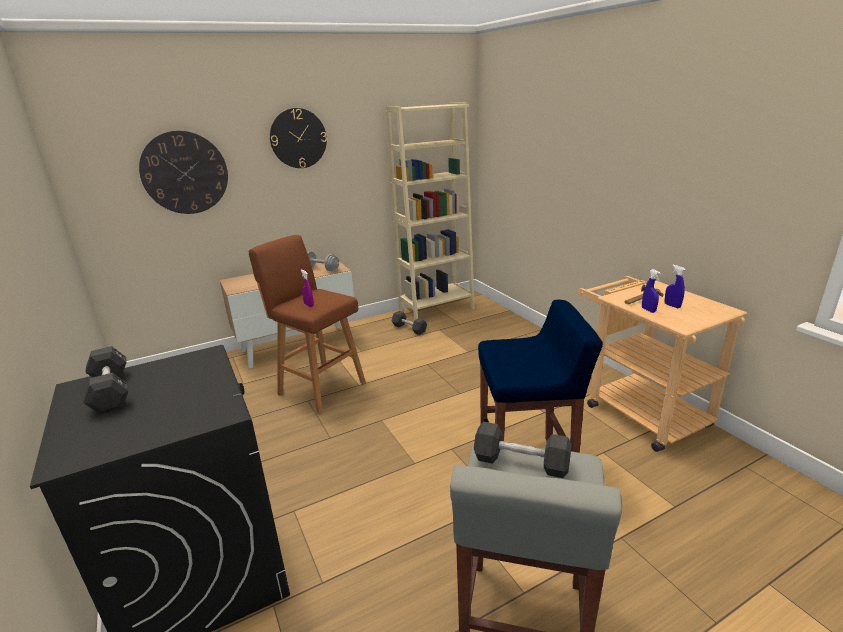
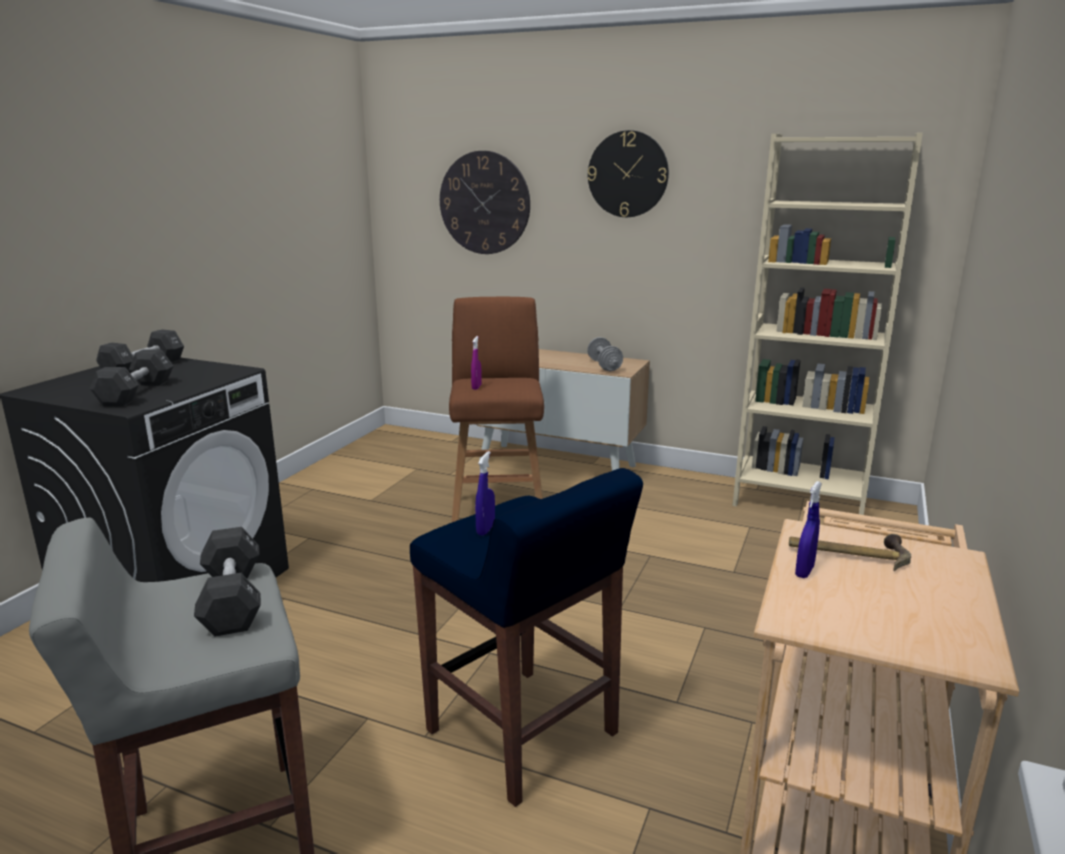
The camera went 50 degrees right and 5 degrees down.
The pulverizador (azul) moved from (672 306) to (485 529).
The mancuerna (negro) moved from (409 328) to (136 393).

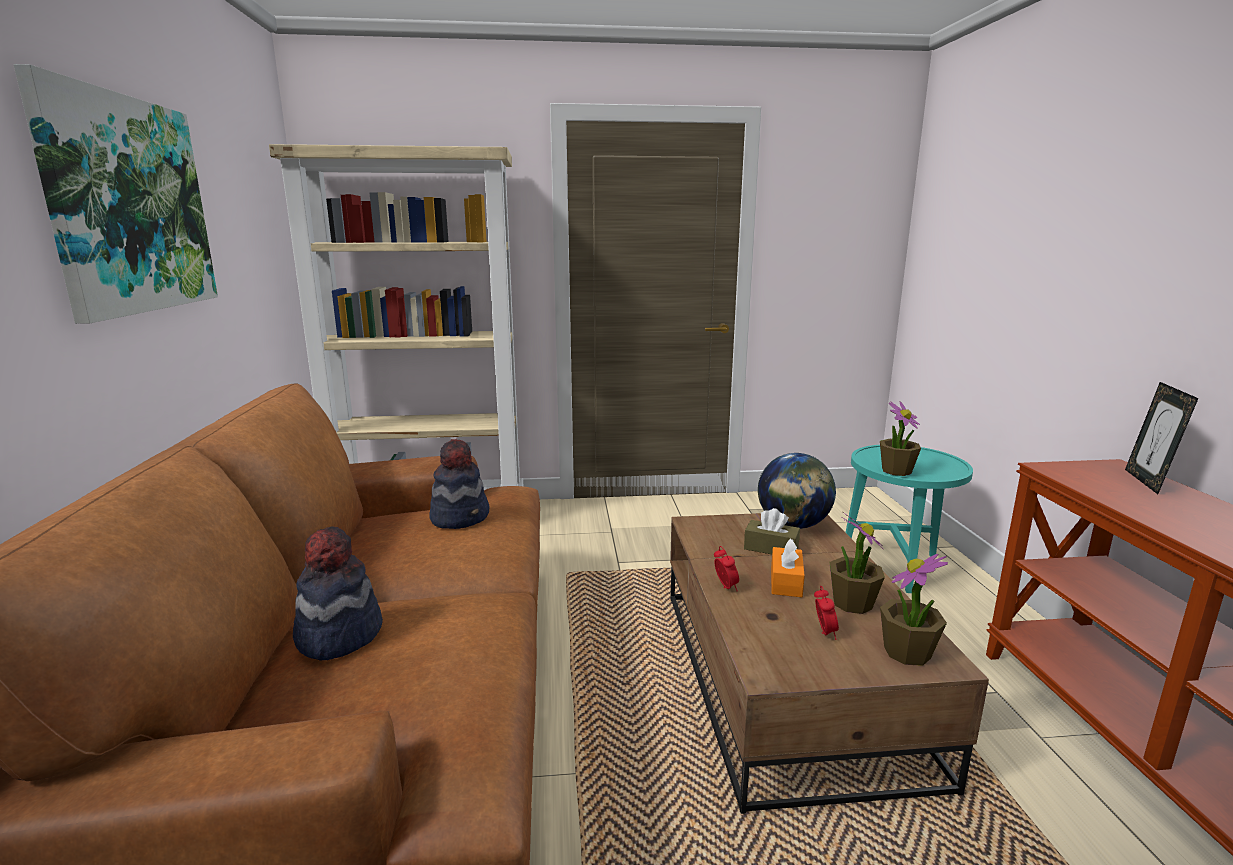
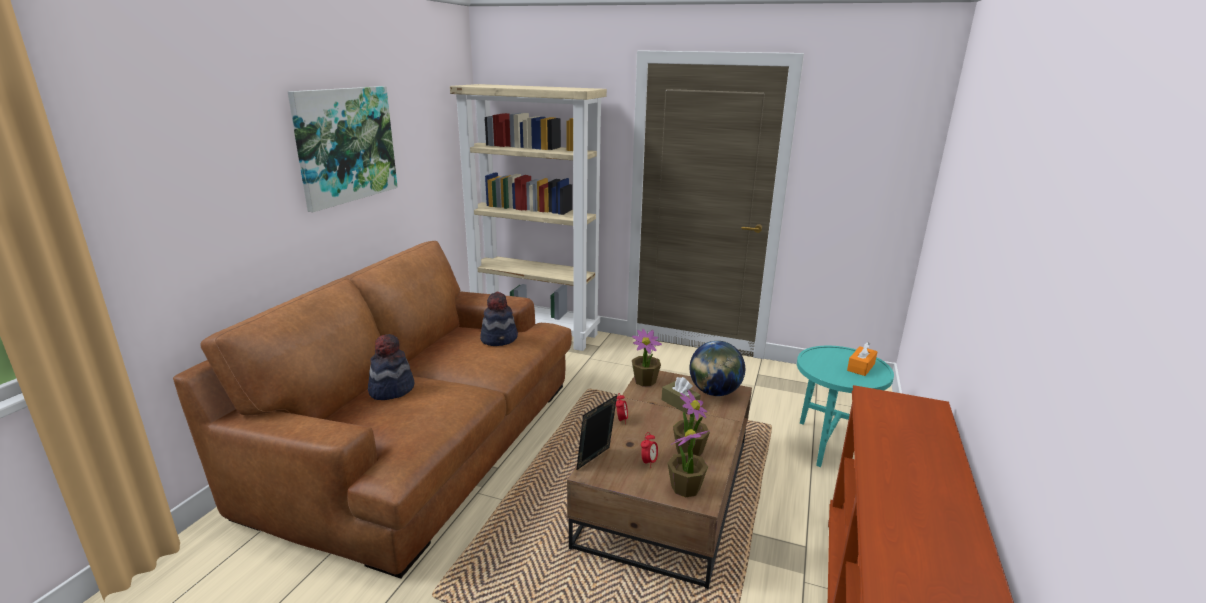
The camera went 25 degrees right and 5 degrees up.
The portarretratos moved from (1147 482) to (596 460).
The planta en maceta moved from (896 471) to (645 381).
The caja de pañuelos (naranja) moved from (786 582) to (861 367).

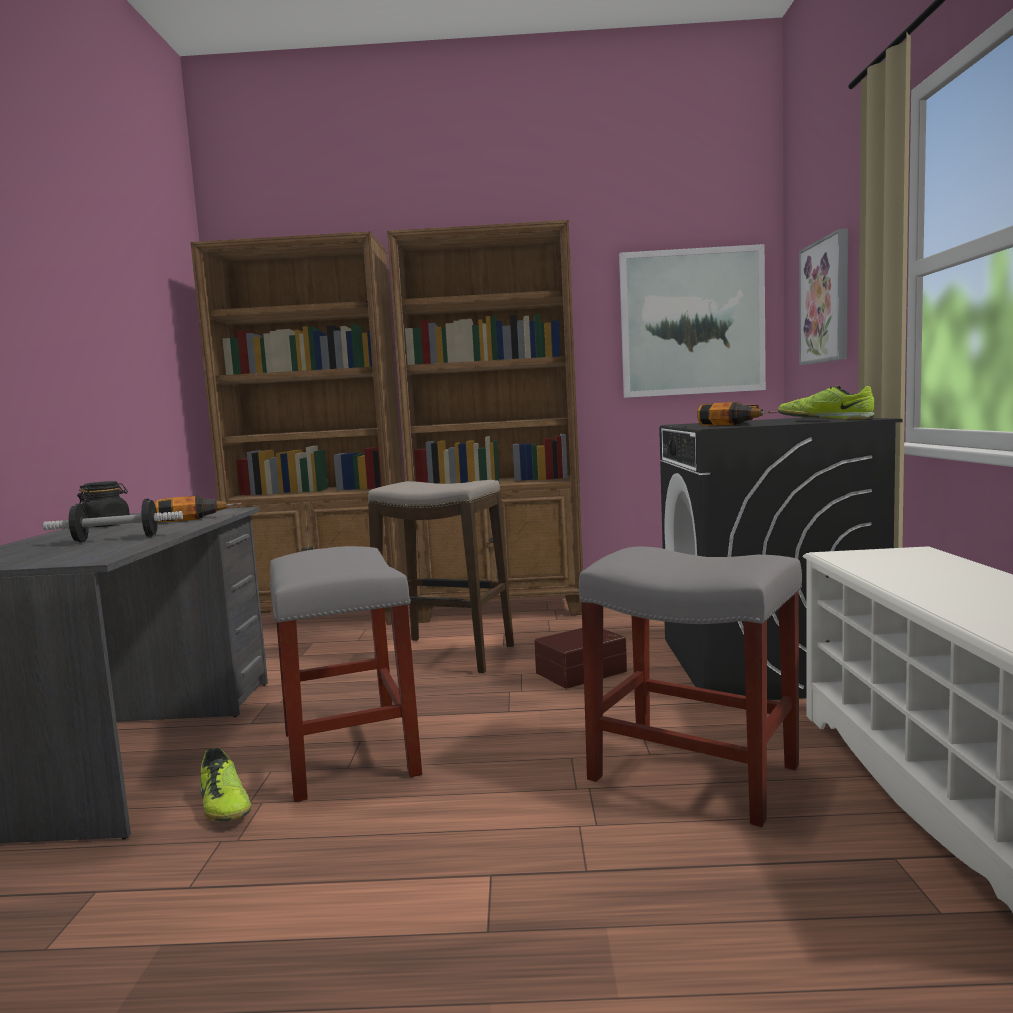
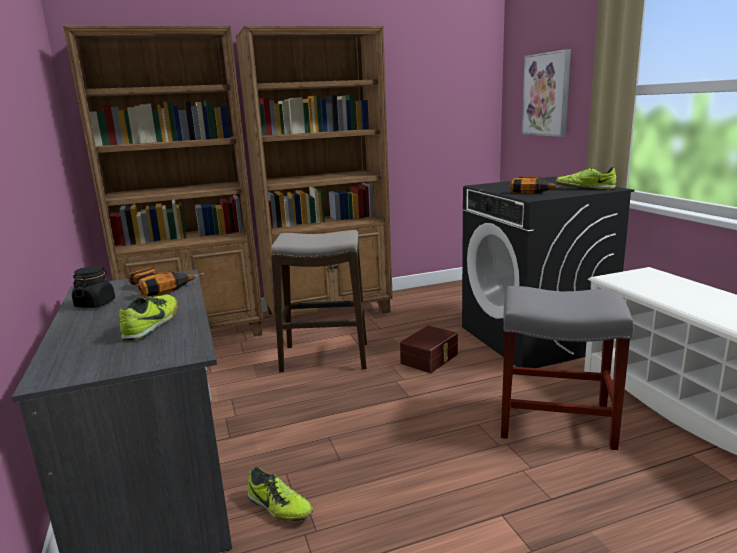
The camera went 20 degrees left and 10 degrees up.
The cuadro at (691 322) disappeared.
The mancuerna at (116 539) was replaced by the zapato at (152 324).
The taburete (gris) at (350 754) disappeared.

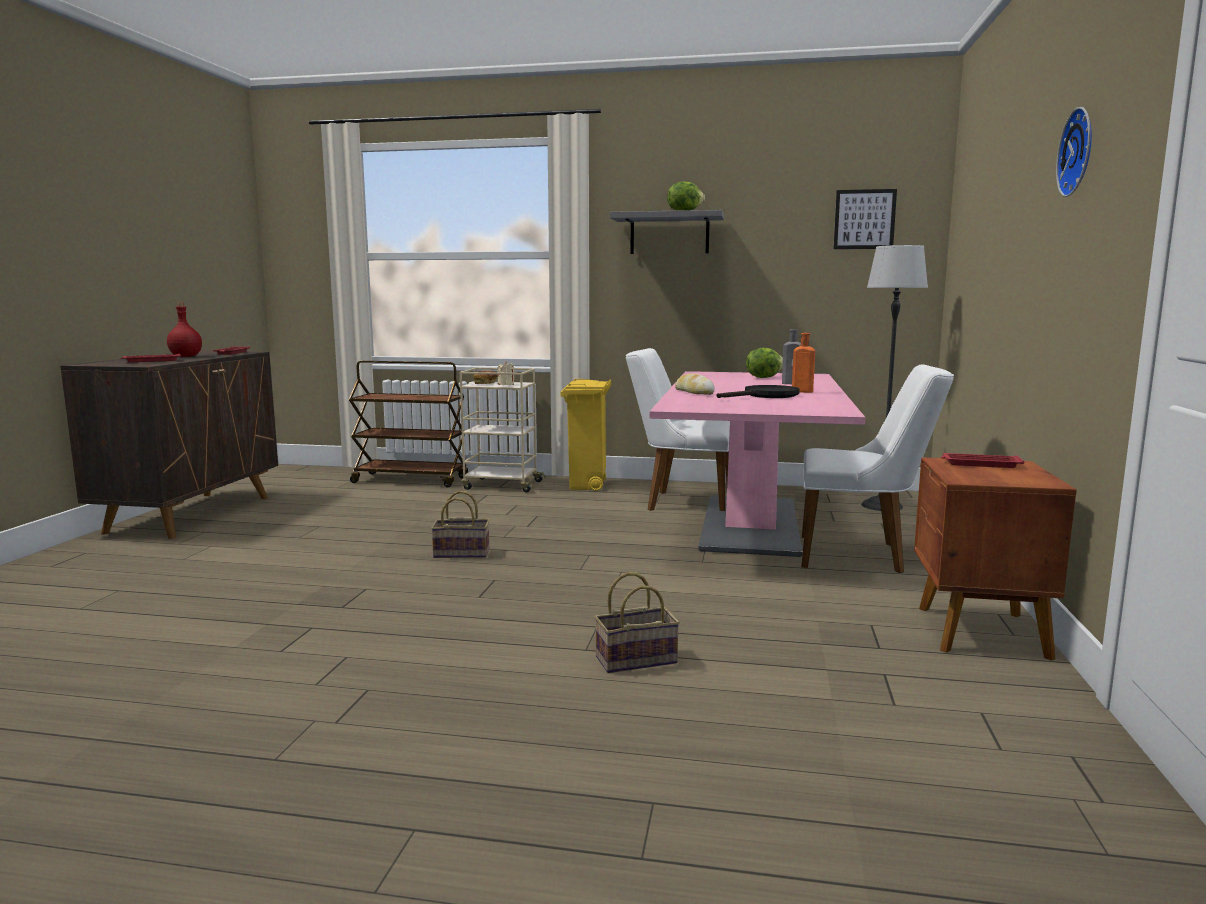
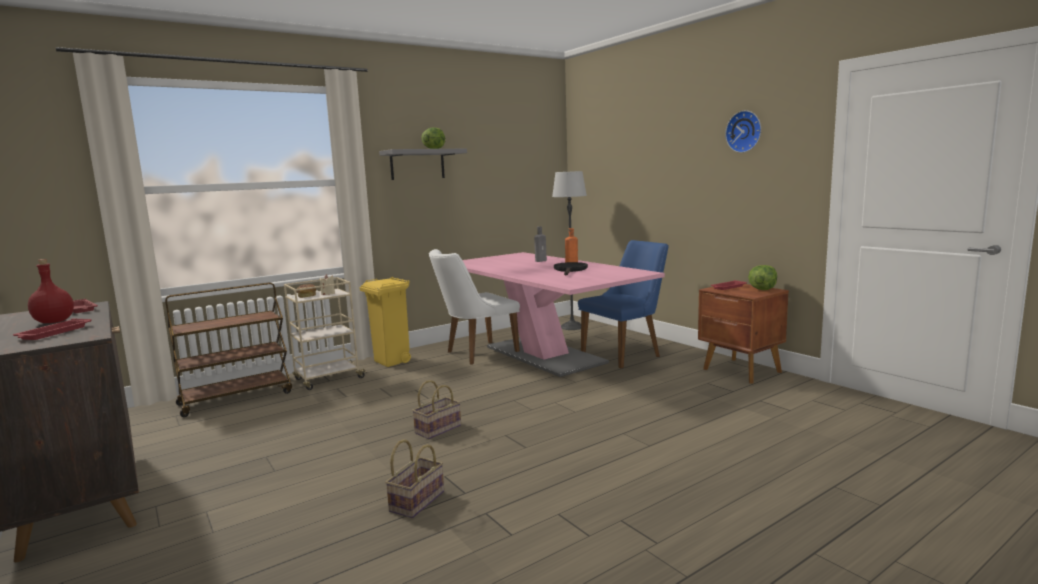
The camera went 45 degrees left and 0 degrees up.
The cuadro at (864 219) disappeared.
The lechuga moved from (763 377) to (762 289).
The silla (blanco) at (862 555) became the silla (azul) at (627 354).
The pan at (694 392) disappeared.
The cesta moved from (637 659) to (417 500).

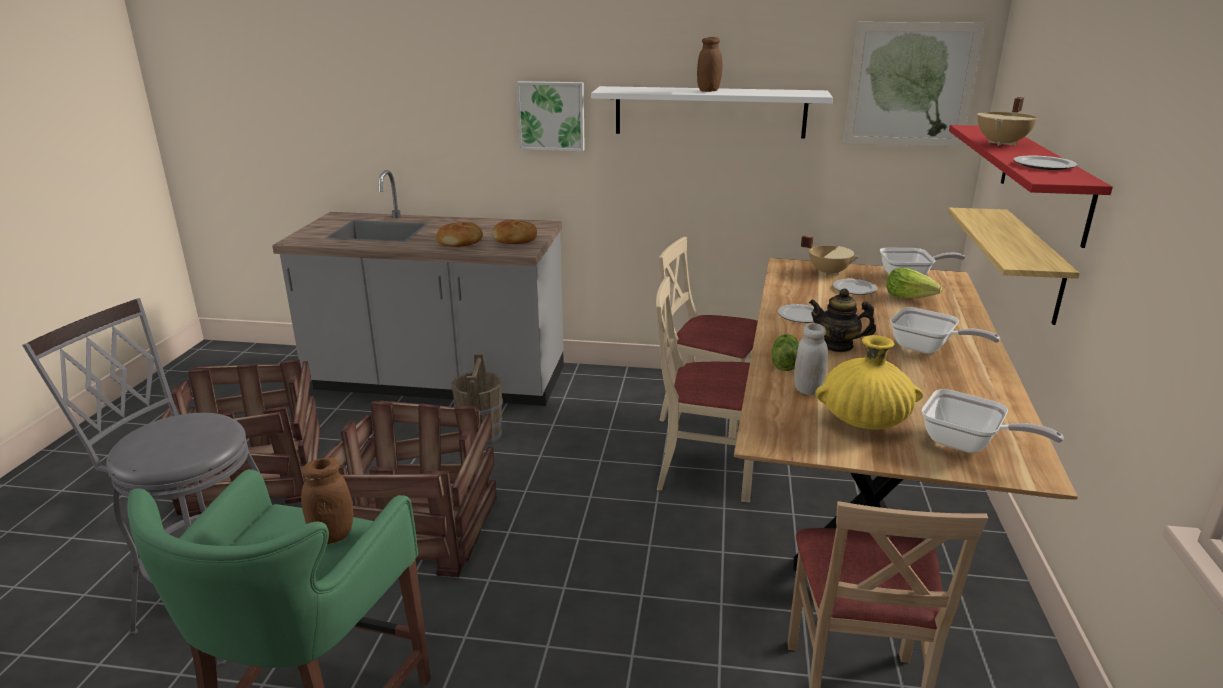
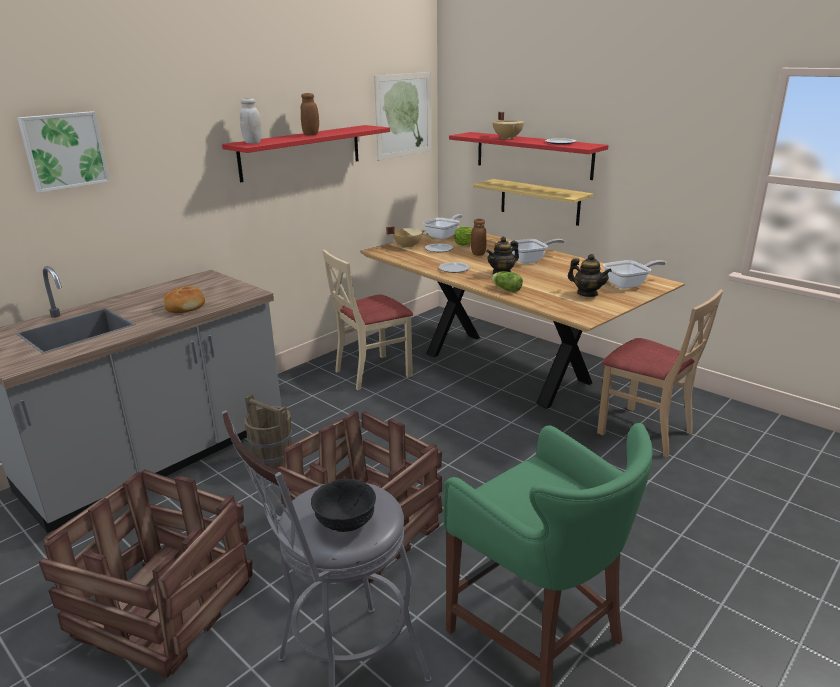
The camera went 55 degrees left and 0 degrees up.
The cuadro moved from (551 115) to (64 150).
The estante (blanco) at (710 112) became the estante (rojo) at (301 152).
The pan at (515 240) disappeared.
The silla (beis) at (705 472) disappeared.
The tarro (blanco) moved from (808 389) to (252 142).
The florero (amarillo) at (864 420) was replaced by the tetera at (587 294).
The tarro (marrón) moved from (332 535) to (478 254).
The cuenco (negro) at (344 521) appeared.

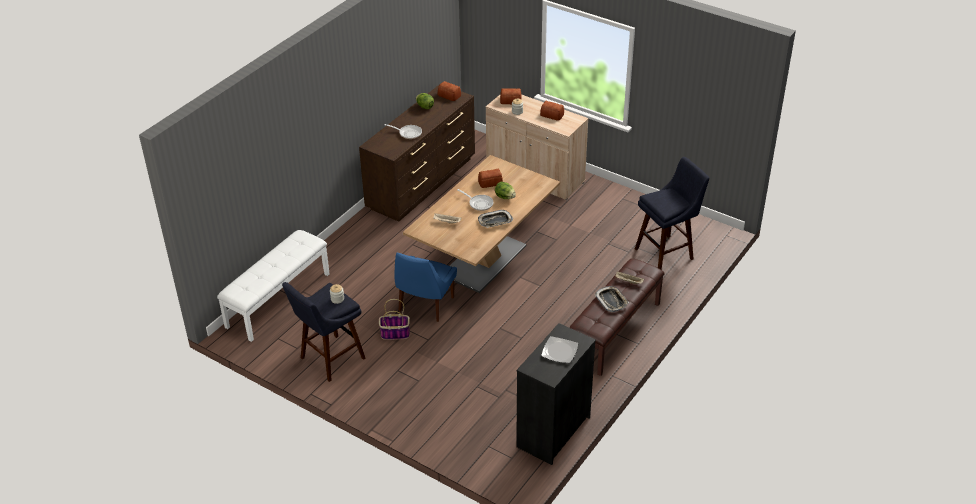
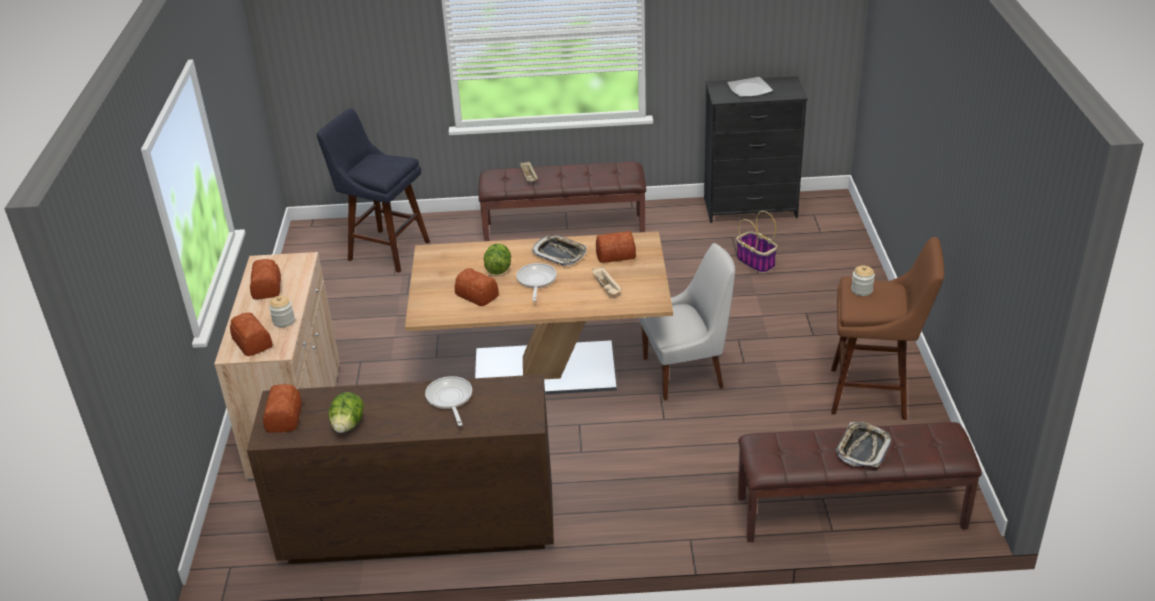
The camera went 125 degrees left and 5 degrees down.
The banco (blanco) at (278 300) became the banco (marrón) at (850 513).
The silla (azul) at (425 305) became the silla (blanco) at (686 372).
The taburete (azul) at (329 360) became the taburete (marrón) at (874 394).
The bandeja moved from (611 301) to (862 448).
The cesta moved from (394 334) to (756 262).
The pan at (614 254) appeared.

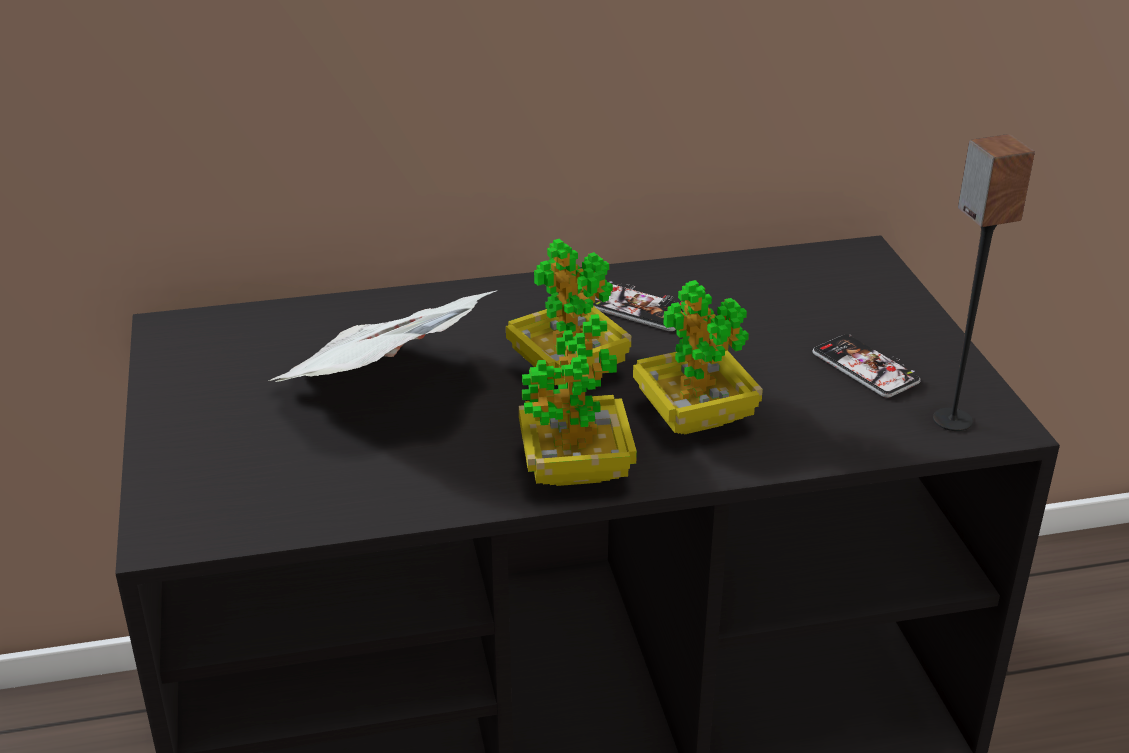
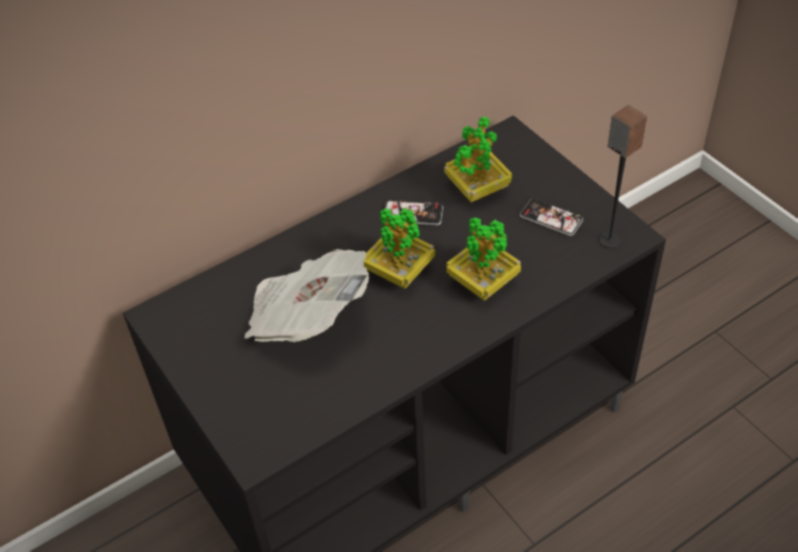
The camera went 20 degrees left and 15 degrees up.
The planta en maceta moved from (576 470) to (477 189).

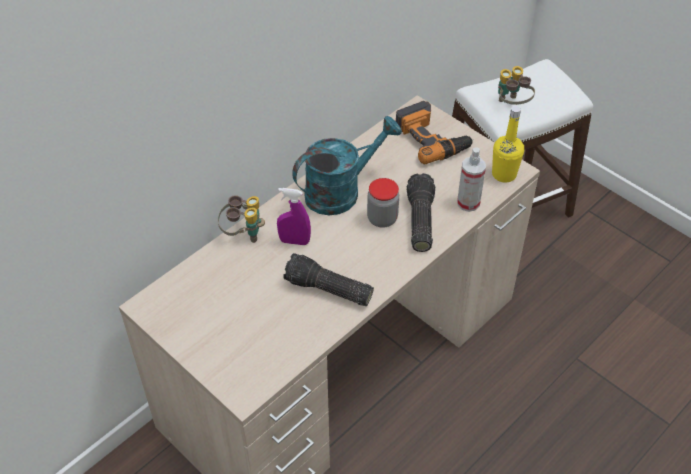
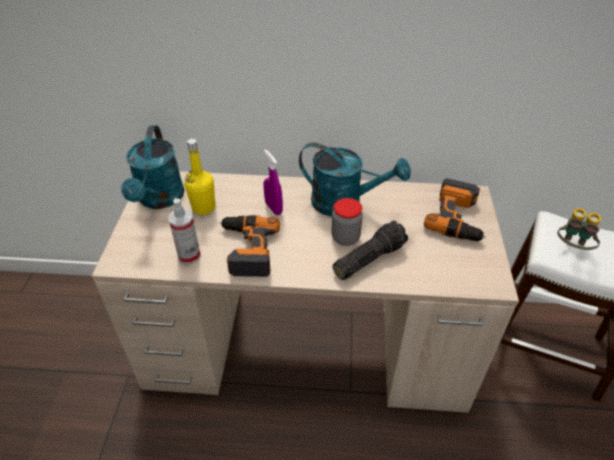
The camera went 50 degrees right and 5 degrees down.
The botella (amarillo) moved from (504 174) to (203 208).
The pulverizador moved from (468 203) to (189 255).
The prismáticos at (243 233) disappeared.
The linterna at (327 290) was replaced by the taladro at (246 249).
The regadera (turquesa) at (159 200) appeared.

